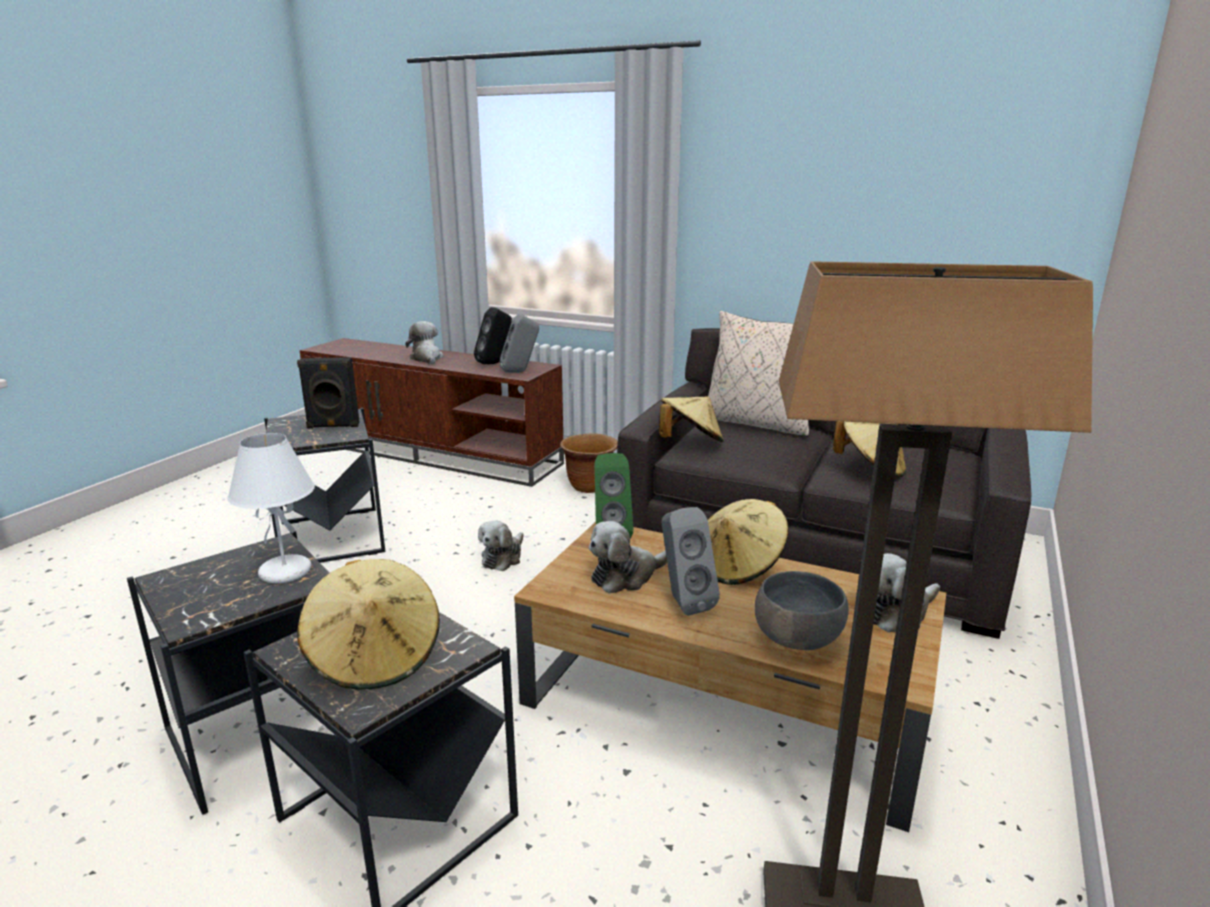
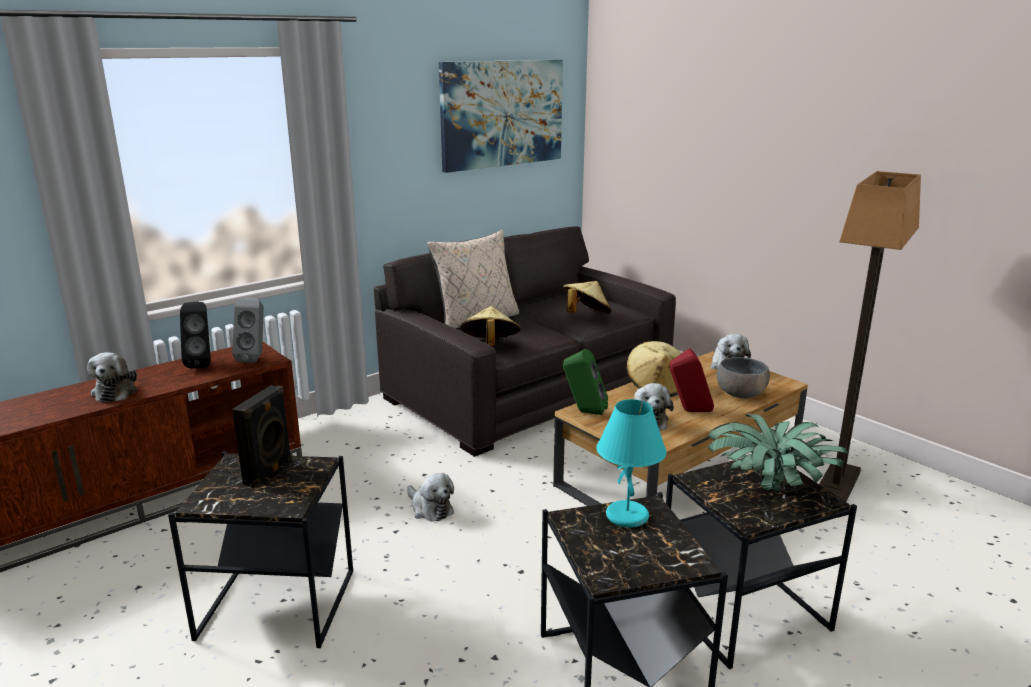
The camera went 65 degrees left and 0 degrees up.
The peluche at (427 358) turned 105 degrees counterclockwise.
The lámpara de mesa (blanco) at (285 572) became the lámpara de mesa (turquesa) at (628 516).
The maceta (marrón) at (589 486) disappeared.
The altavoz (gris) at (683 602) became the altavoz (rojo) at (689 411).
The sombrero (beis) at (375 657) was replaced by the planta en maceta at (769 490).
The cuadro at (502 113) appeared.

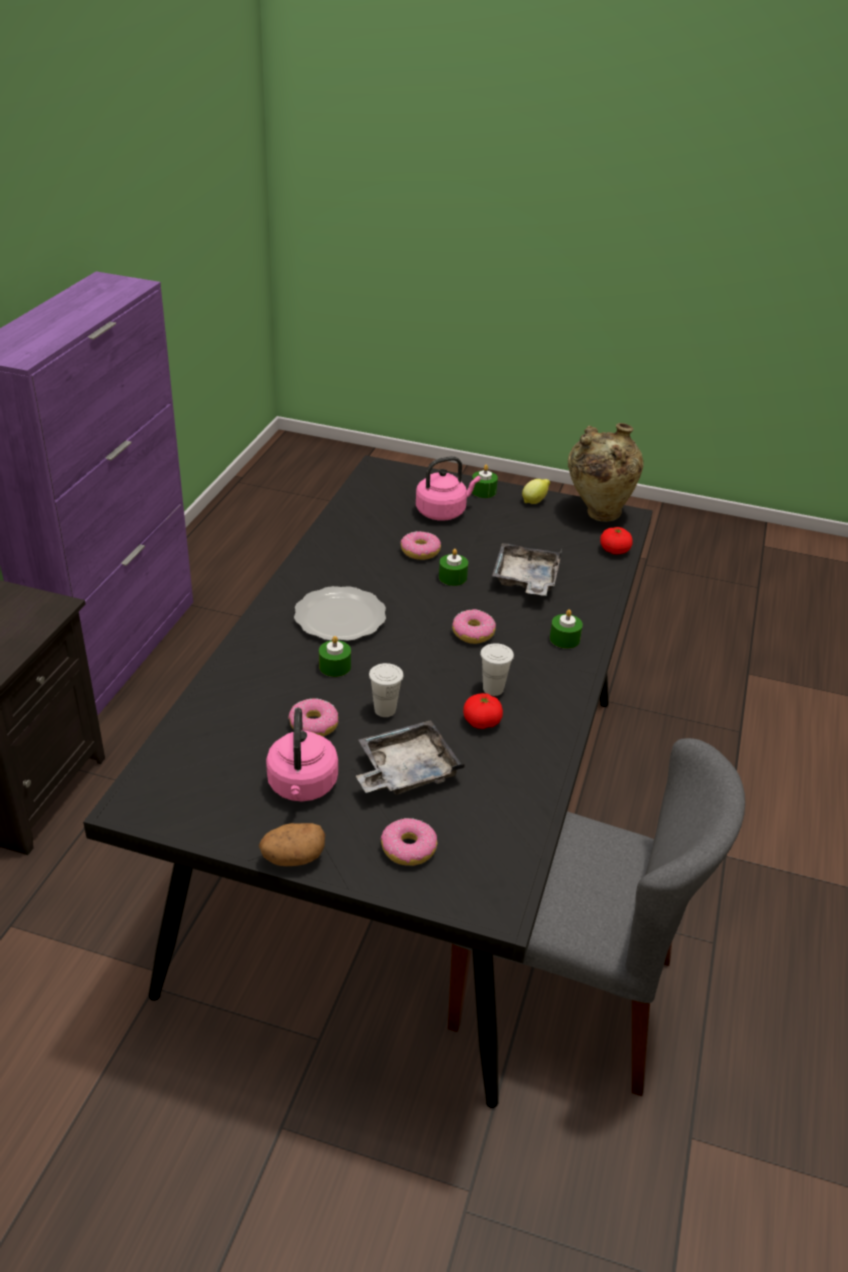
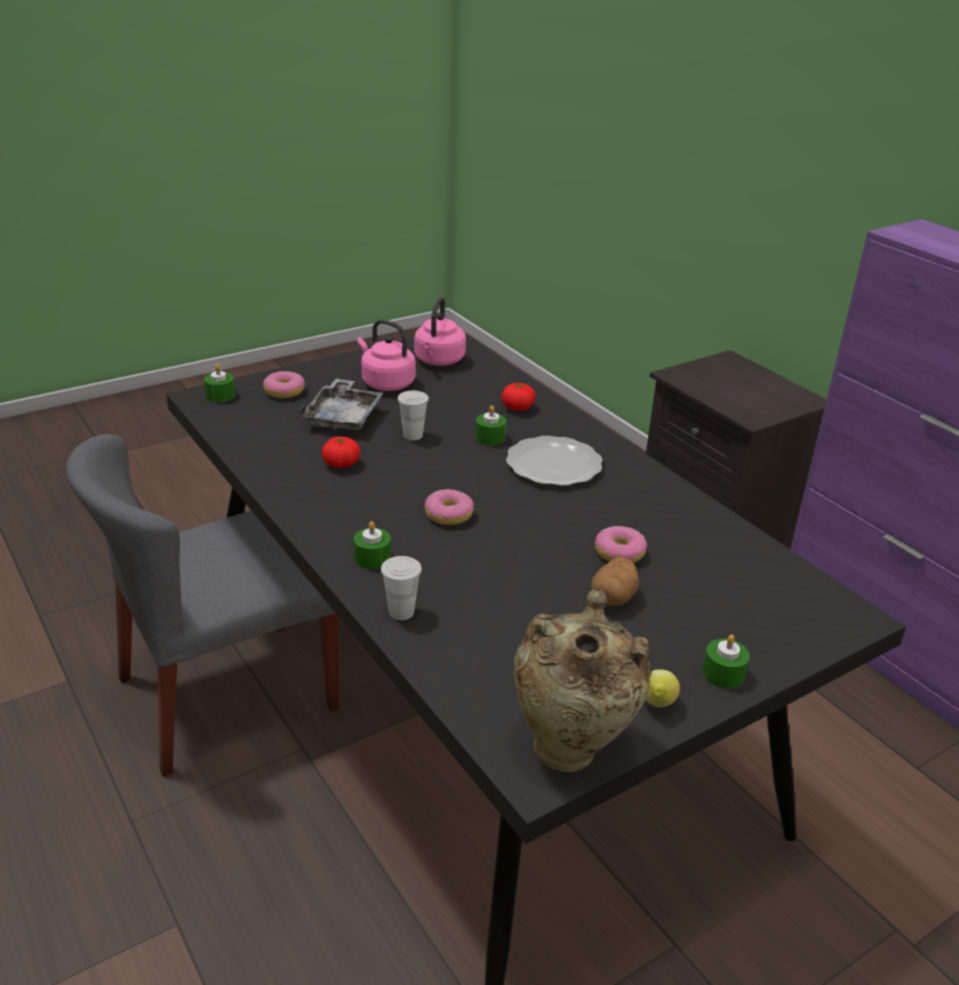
The camera went 130 degrees right and 5 degrees down.
The hervidor (rosa) moved from (443 512) to (438 361).
The tomate moved from (614 550) to (517 407).
The bandeja (gris) at (525 580) disappeared.
The vela (verde) moved from (452 577) to (220 395).
The taza (blanco) moved from (493 689) to (401 612).
The rosquilla at (313 725) disappeared.
The patata moved from (293 858) to (613 597).

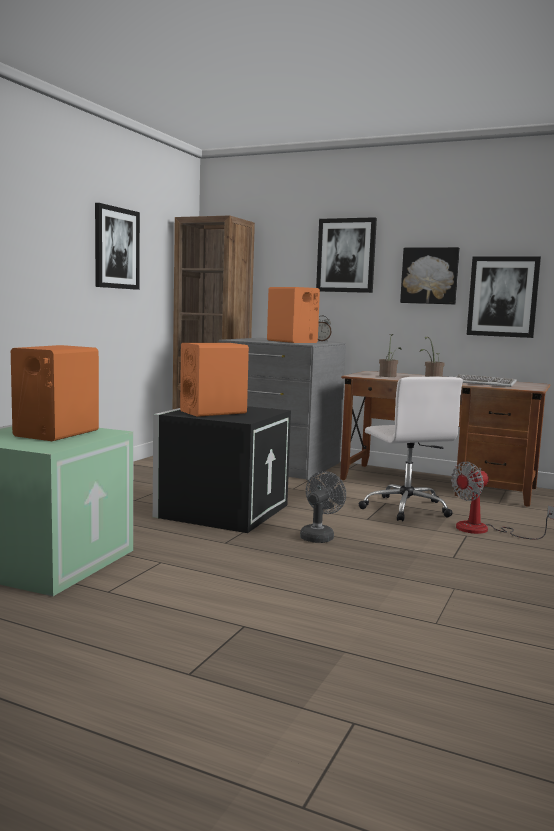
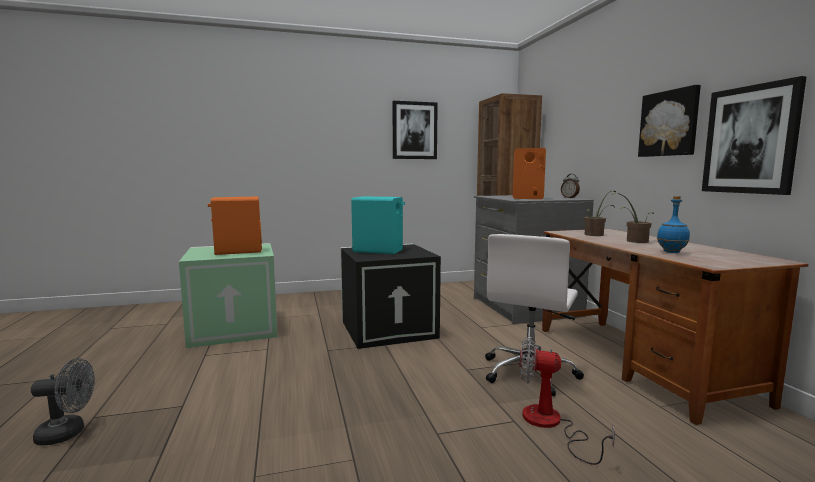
The camera went 50 degrees right and 0 degrees up.
The cuadro at (346 255) disappeared.
The altavoz (naranja) at (213 412) became the altavoz (turquesa) at (378 250).
The teclado at (483 384) was replaced by the botella (azul) at (672 252).
The ventilador (gris) moved from (319 536) to (68 433).

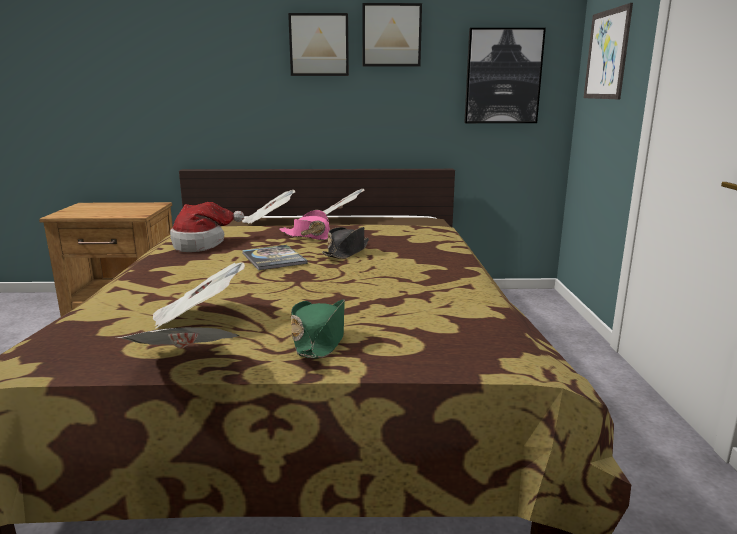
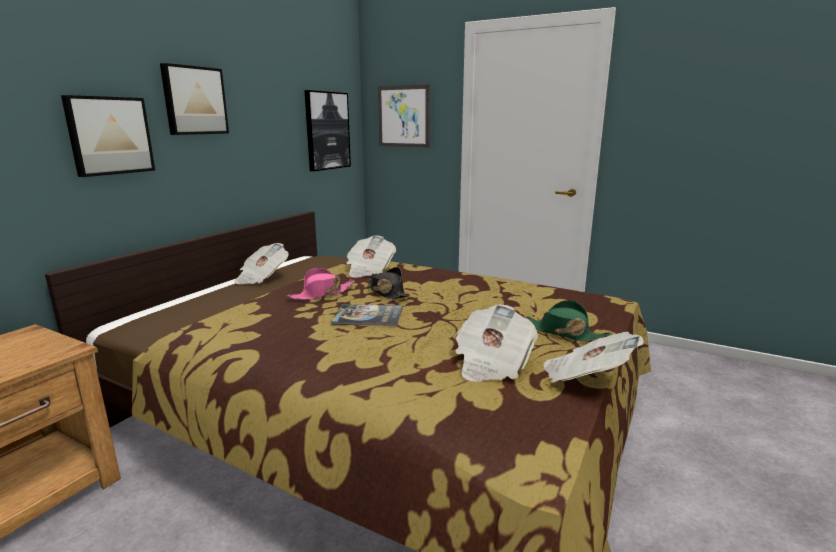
The camera went 60 degrees left and 0 degrees up.
The cuadro moved from (391 35) to (109 135).
The periódico moved from (268 221) to (369 270).
The sombrero at (202 244) disappeared.

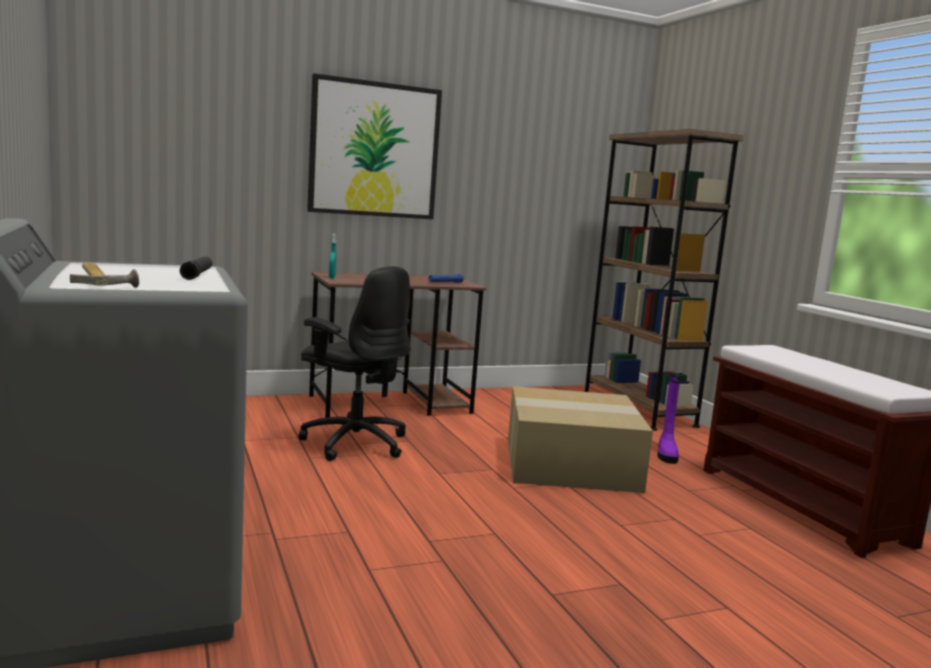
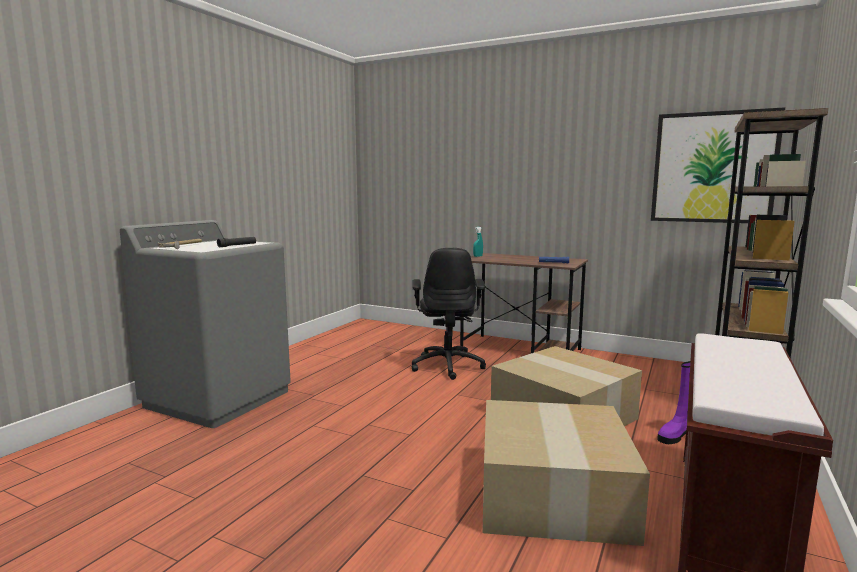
The camera went 50 degrees right and 0 degrees up.
The cuadro moved from (374 150) to (713 167).
The caja de cartón at (555 495) appeared.

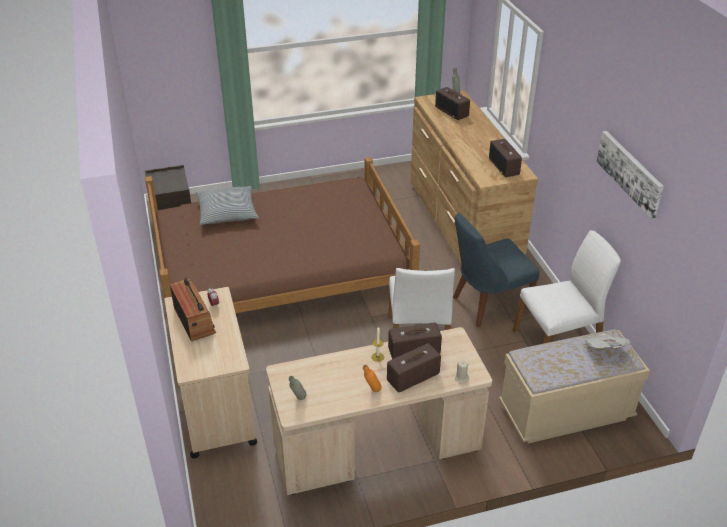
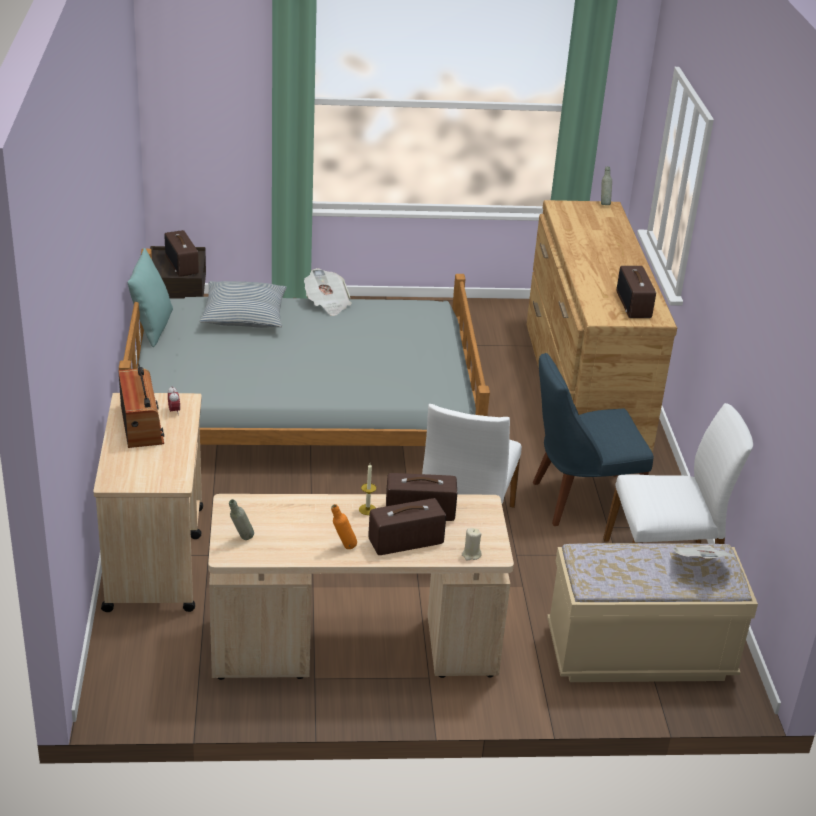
The camera went 10 degrees right and 5 degrees down.
The radio moved from (452 111) to (182 265).
The cuadro at (630 172) disappeared.
The cama (marrón) at (282 268) became the cama (gris) at (306 405).
The cojín (turquesa) at (152 327) appeared.
The periódico at (327 304) appeared.

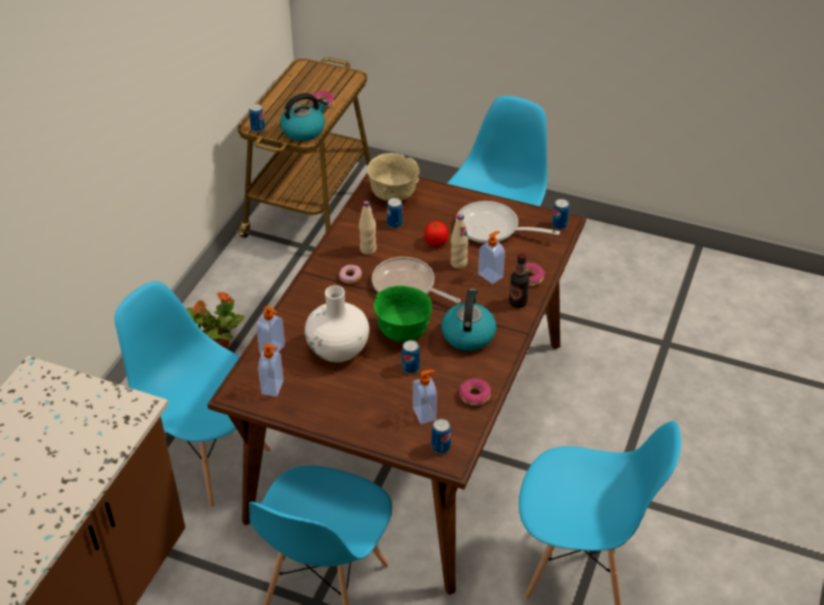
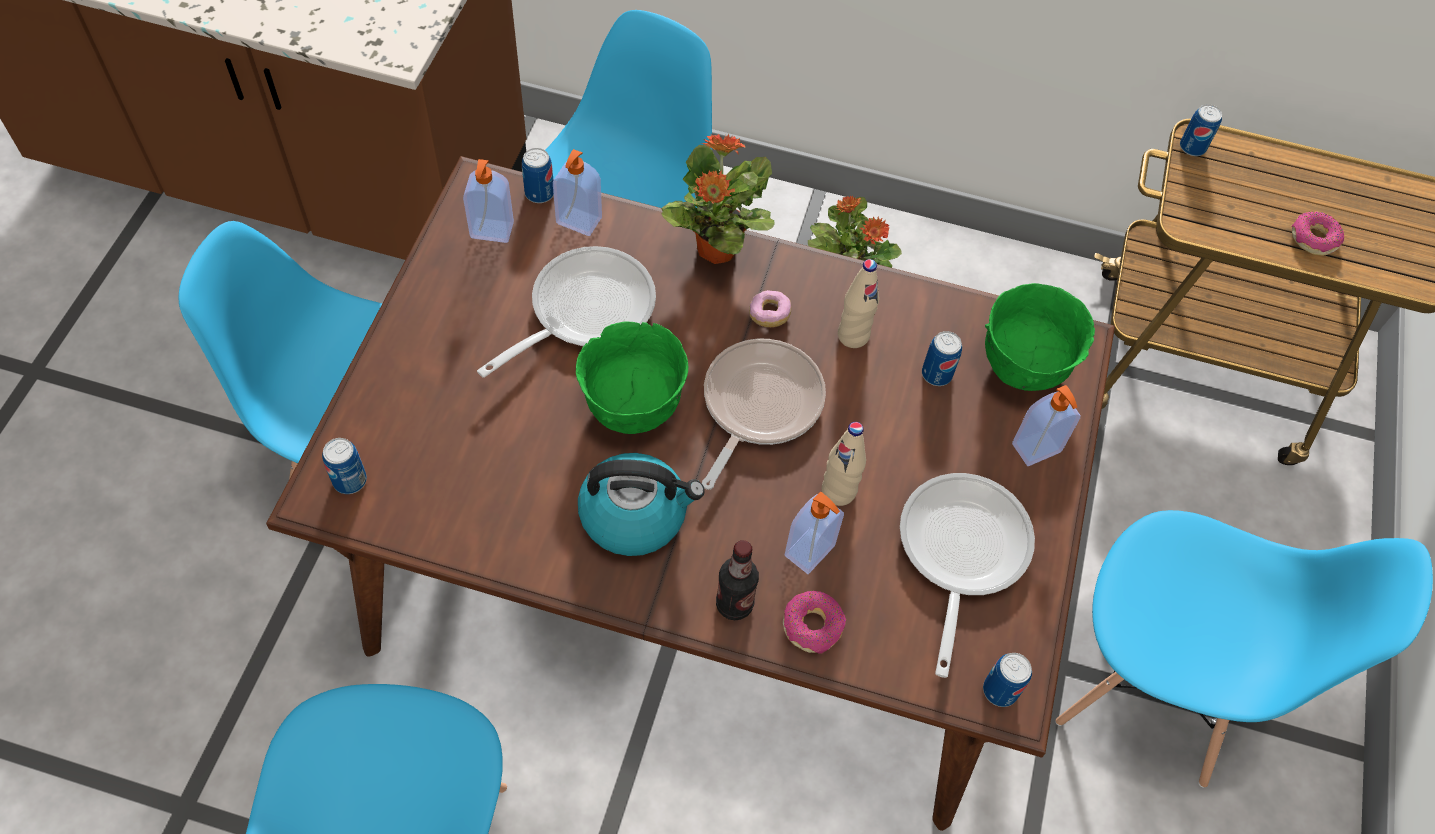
The camera went 80 degrees right and 15 degrees up.
The hervidor at (304 130) disappeared.
The cuenco (beis) at (393 195) became the cuenco (verde) at (1023 366).
The tomate at (436 242) disappeared.
The florero (blanco) at (338 349) was replaced by the sartén at (583 311).
The lata moved from (410 368) to (539 193).
The dispensador de jabón moved from (425 414) to (1037 449).
The rosquilla at (474 396) disappeared.
The planta en maceta at (715 250) appeared.

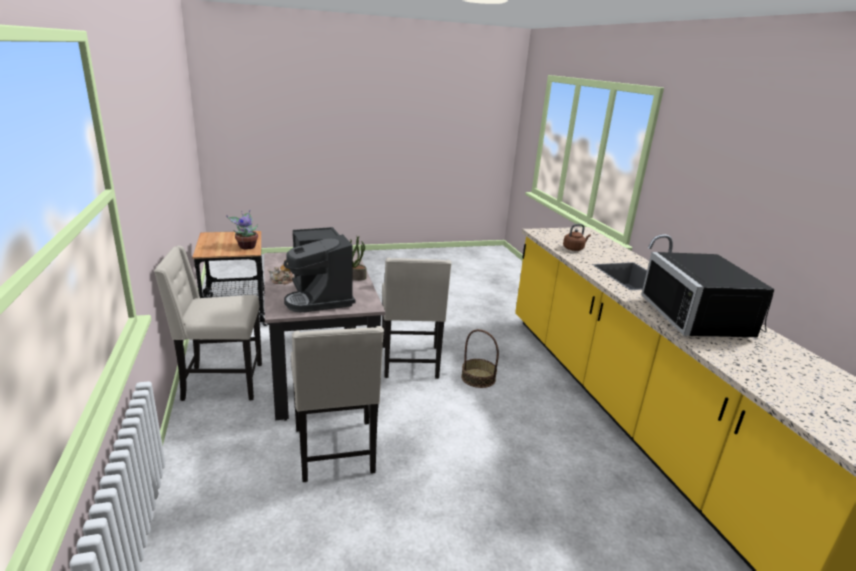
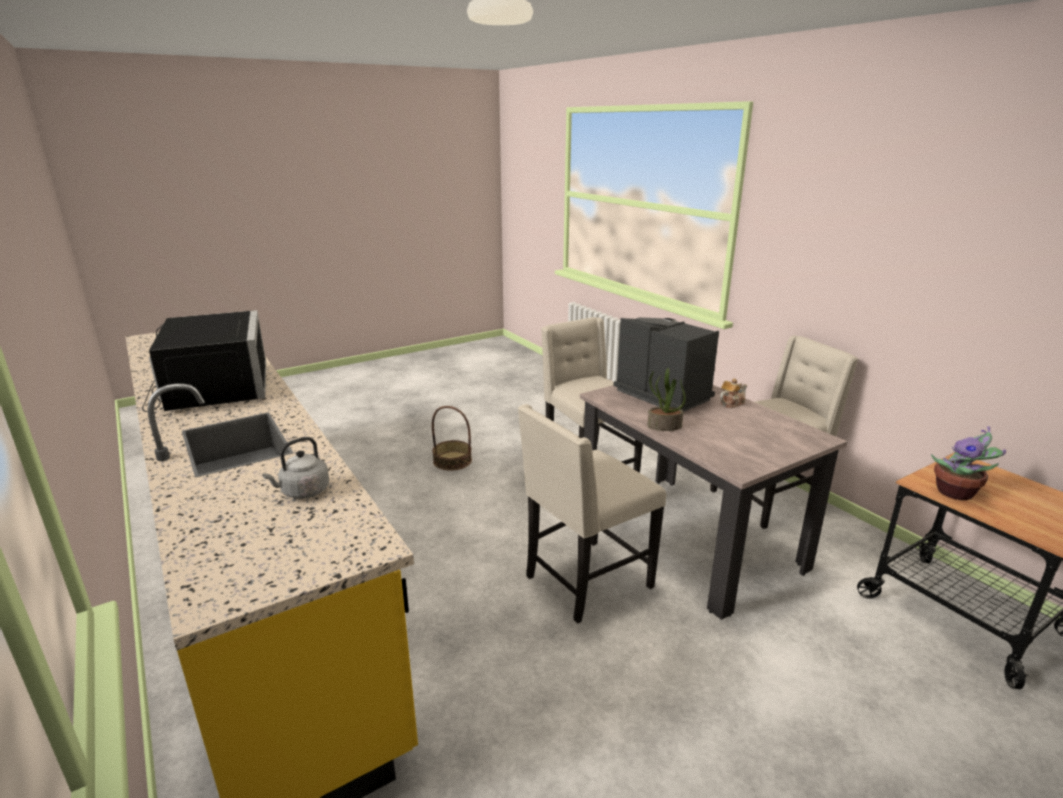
The camera went 165 degrees right and 0 degrees up.
The hervidor (marrón) at (574 248) became the hervidor (gris) at (303 492).
The silla (beis) at (410 363) turned 105 degrees counterclockwise.
The cesta moved from (478 378) to (452 461).

